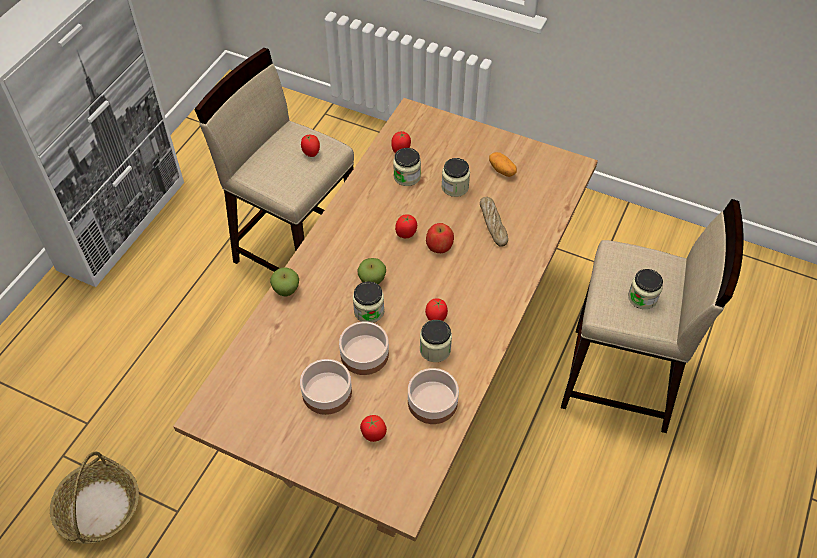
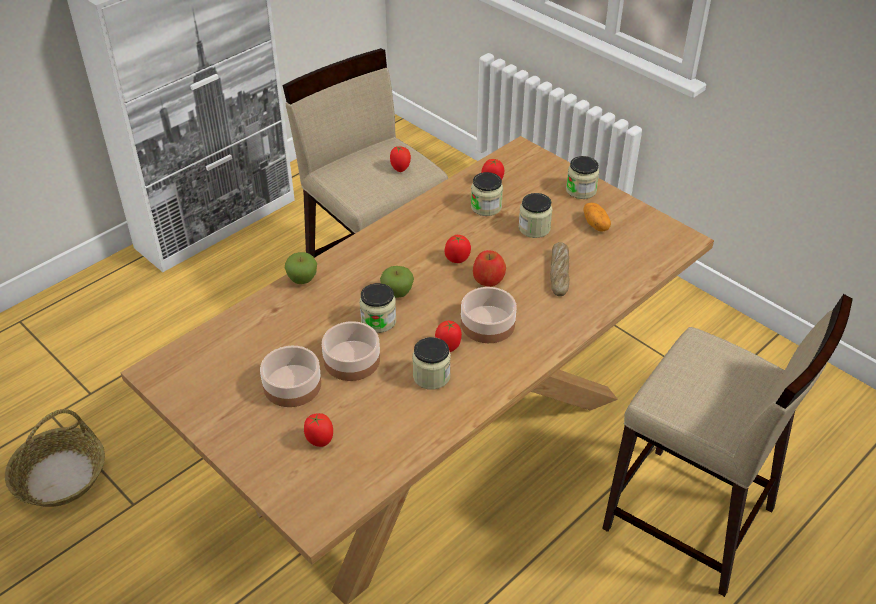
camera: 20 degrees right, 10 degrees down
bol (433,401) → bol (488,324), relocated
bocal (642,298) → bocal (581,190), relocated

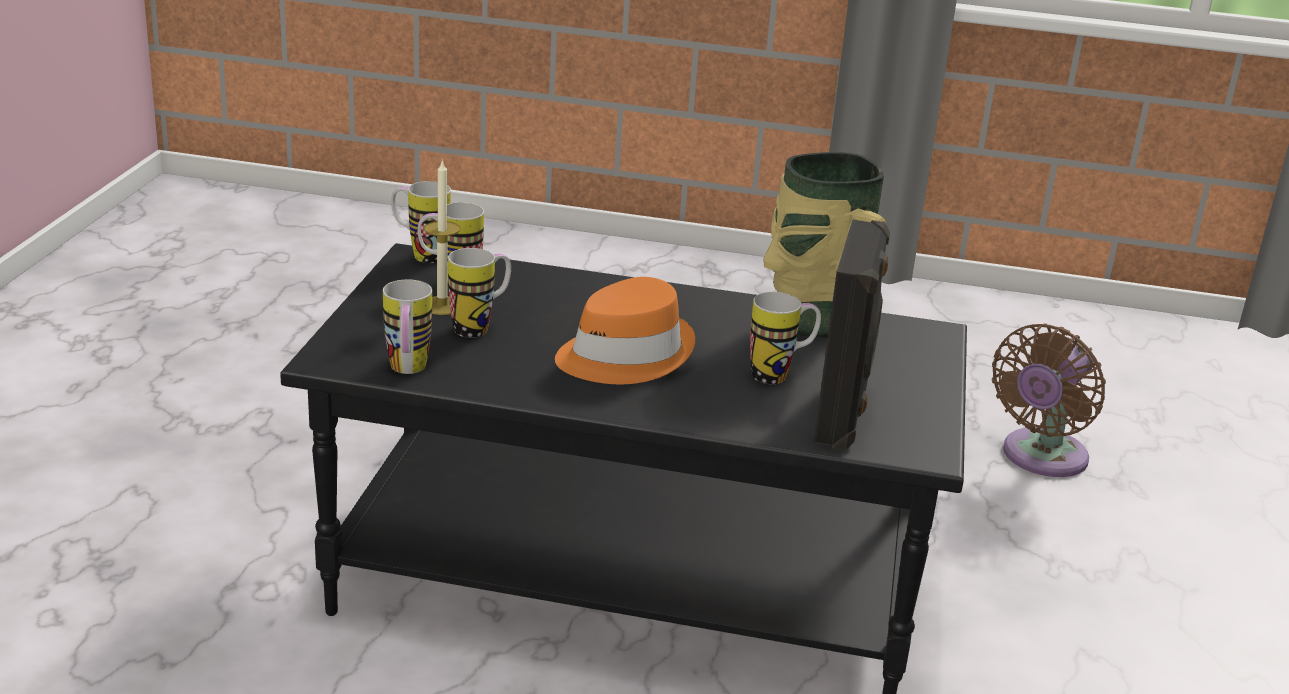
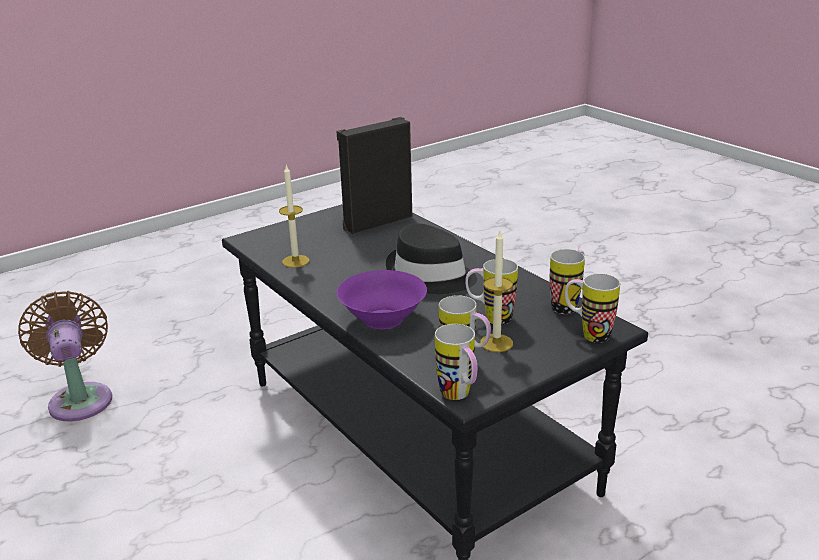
camera: 135 degrees left, 0 degrees up
chapeau (orange) (624,355) → chapeau (noir) (430,276)
mug (780,375) → mug (587,334), relocated
vase (813,322) → bougie (295,261)
ventilateur (marron) (1040,458) → ventilateur (marron) (80,398), 105 degrees counterclockwise
- → bol (violet) (382,319)

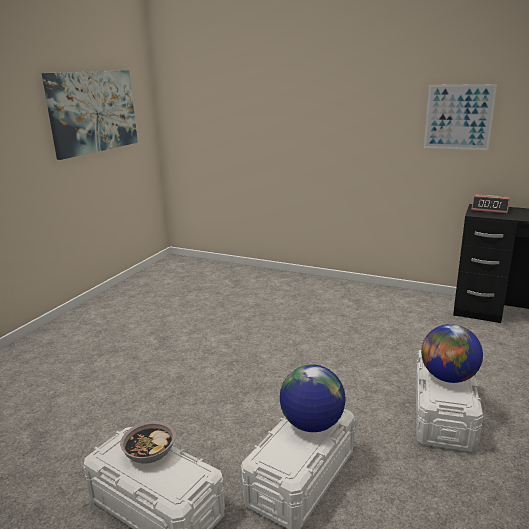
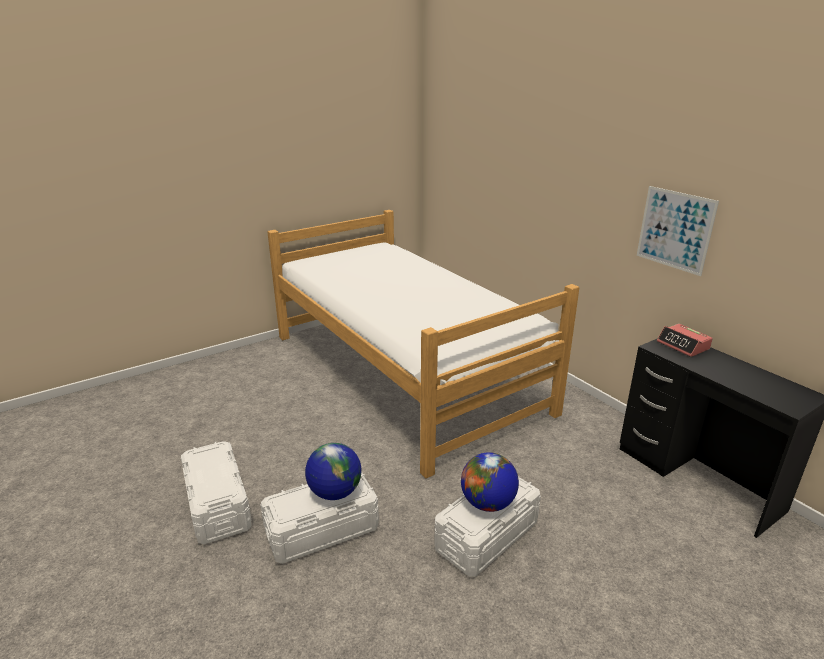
camera: 30 degrees right, 5 degrees up
tableau (93,112) → -
bol (150,453) → -
- → lit (404,371)

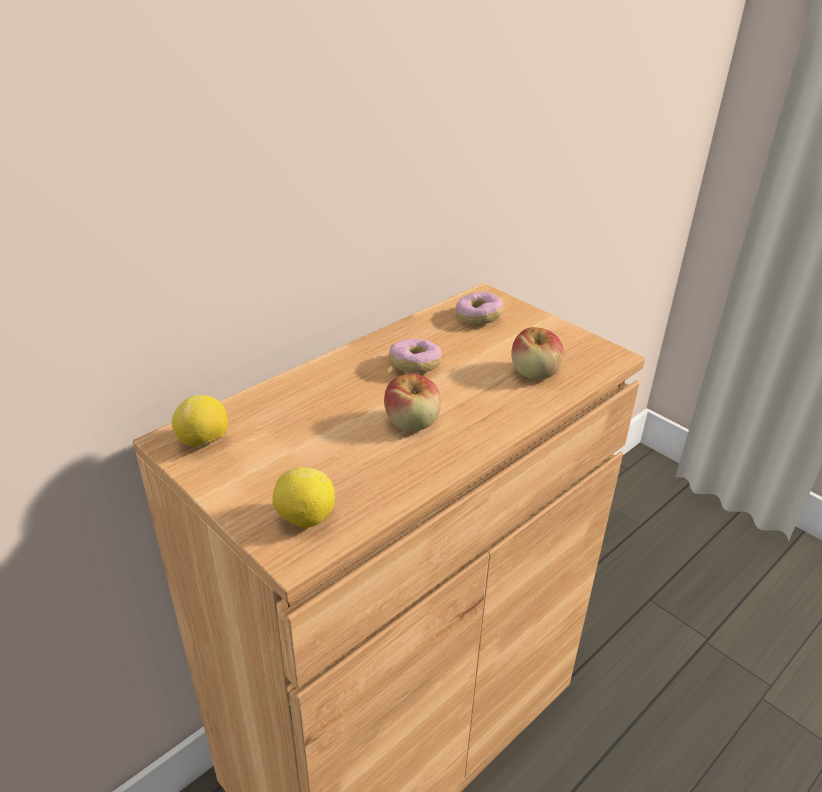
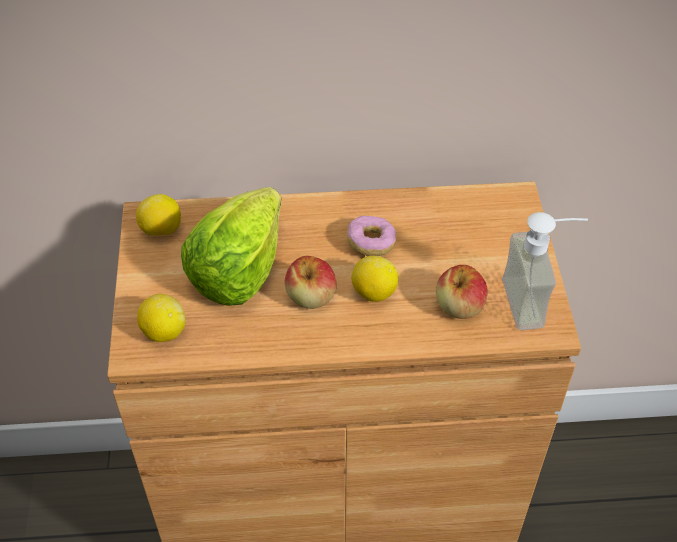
camera: 40 degrees right, 15 degrees up
beignet (478,318) → -
- → laitue (238,270)
- → citron (373,292)
- → distributeur de savon (536,301)

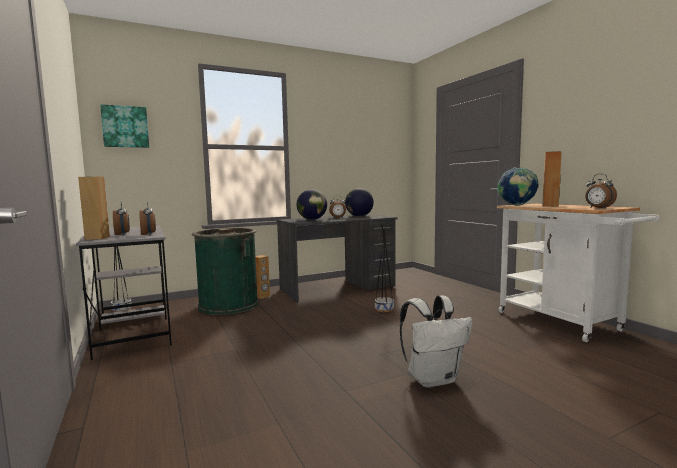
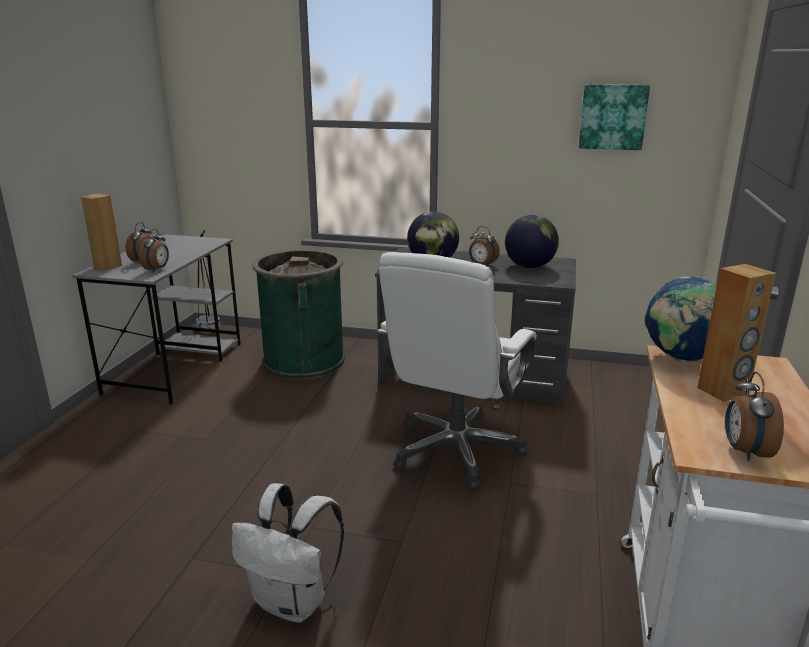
camera: 40 degrees right, 15 degrees up
tableau (125,127) → tableau (613,117), relocated
enceinte (marron) (262,296) → -
cache-pot (noir) (384,310) → chaise de bureau (blanc) (456,450)

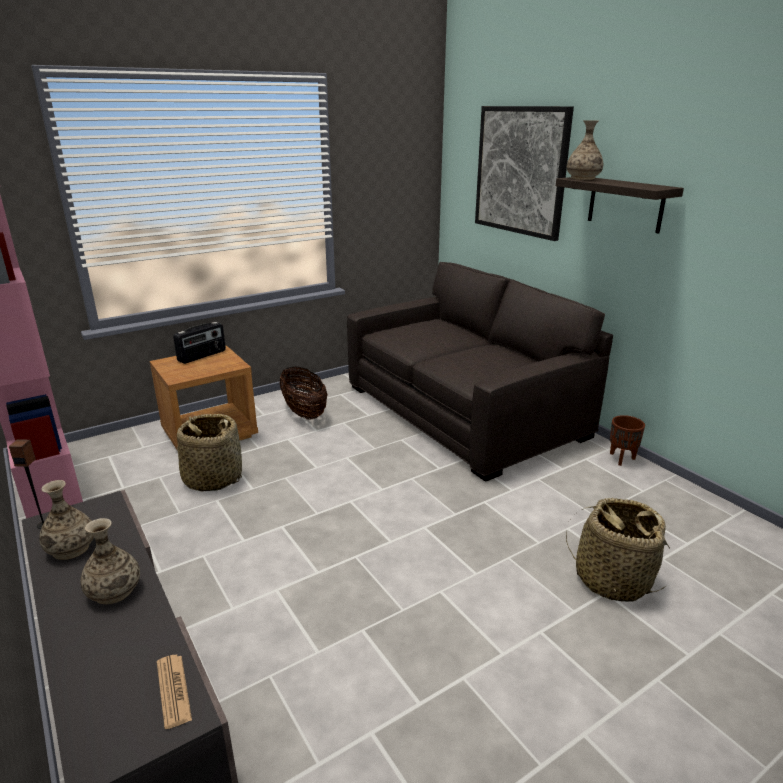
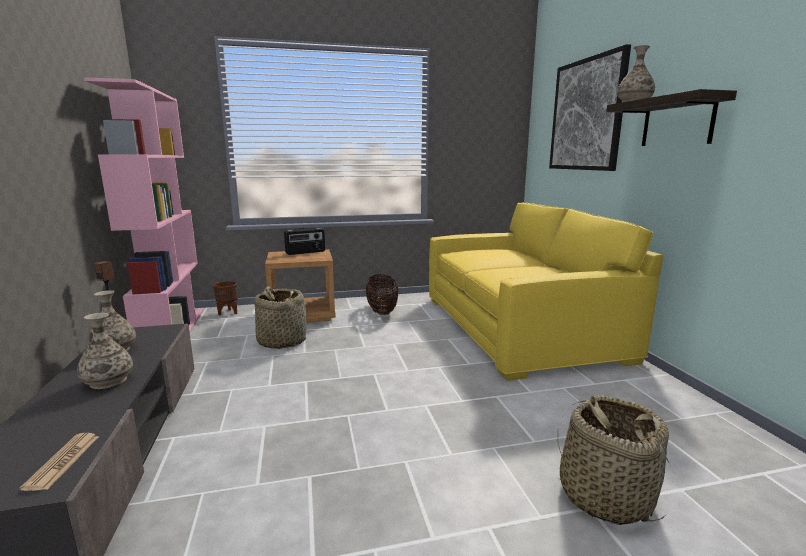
camera: 20 degrees right, 10 degrees down
canapé (gris) (463,410) → canapé (jaune) (518,326)
cache-pot (marron) (622,459) → cache-pot (marron) (228,313), relocated

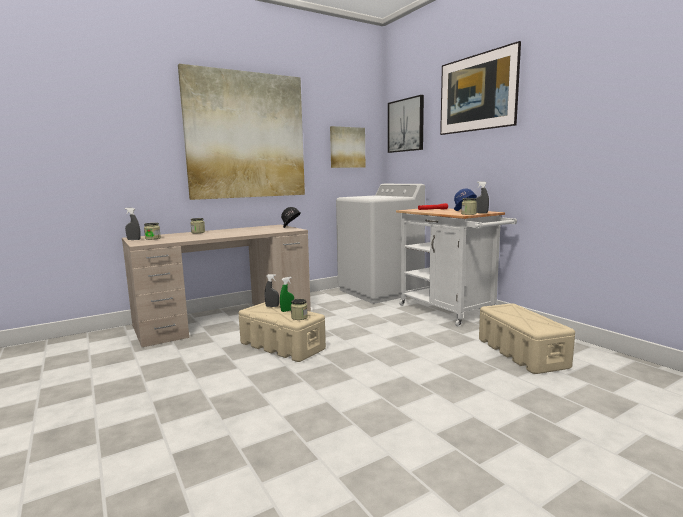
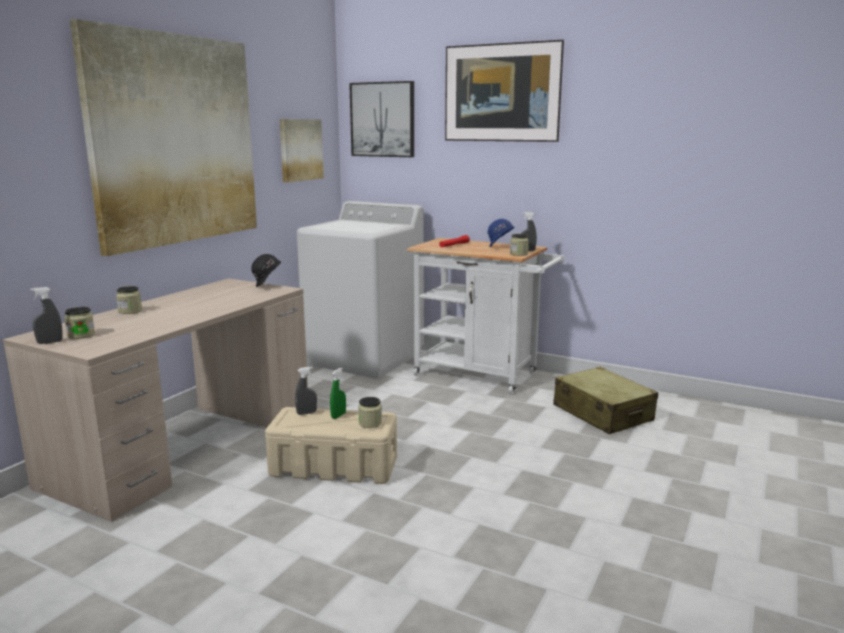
camera: 30 degrees left, 5 degrees up
boîte de rangement (beige) (521,352) → valise (beige) (602,413)

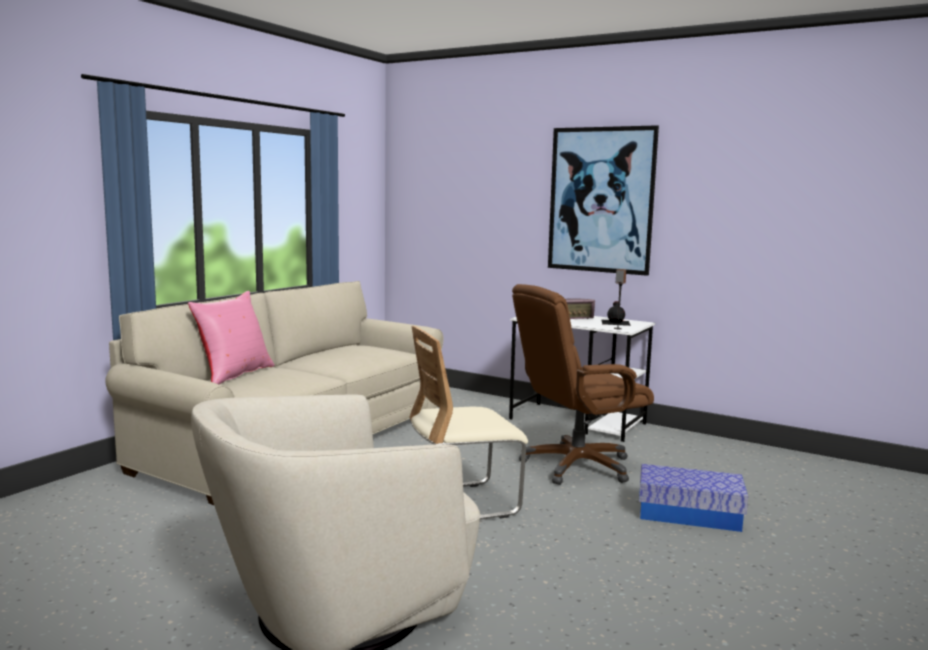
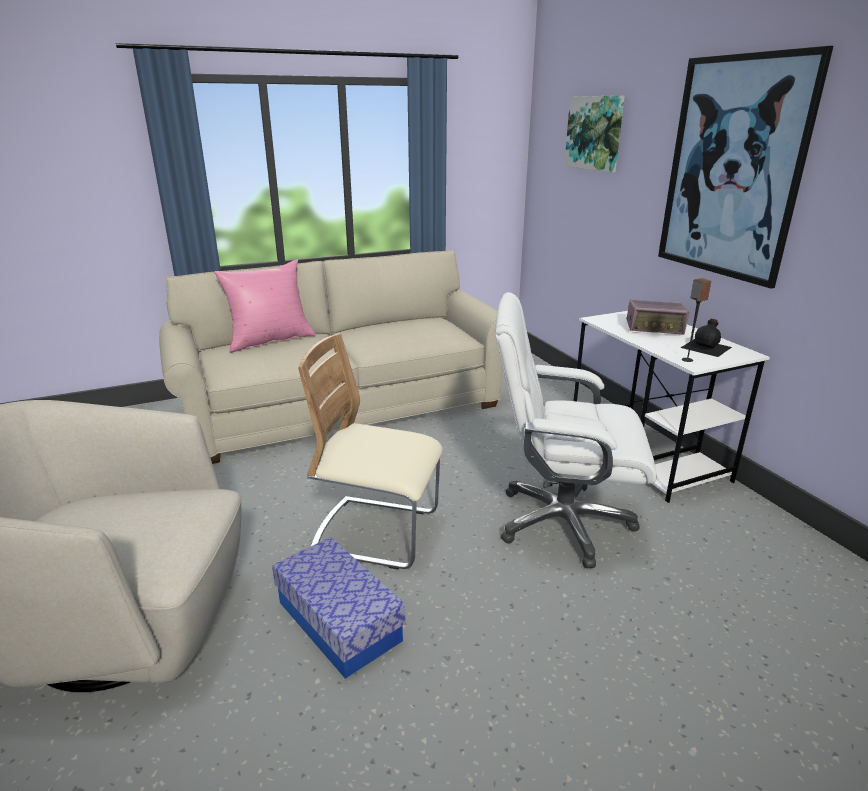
camera: 35 degrees right, 15 degrees up
chaise de bureau (marron) (576,466) → chaise de bureau (blanc) (561,522)
boîte de rangement (689,514) → boîte de rangement (339,621), relocated
- → tableau (595,133)

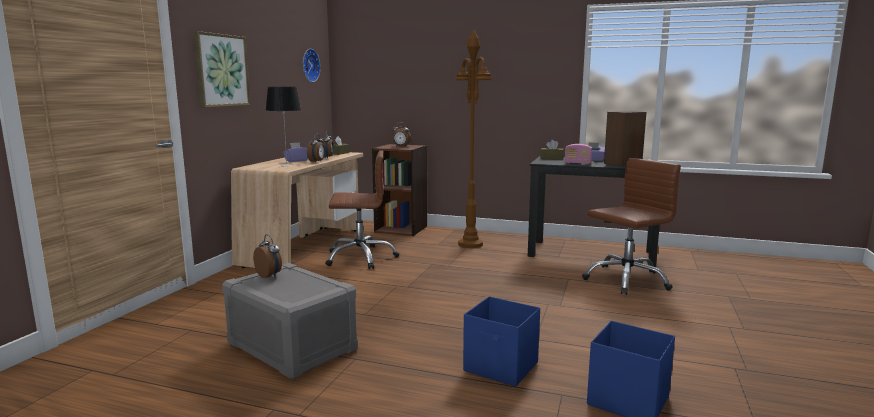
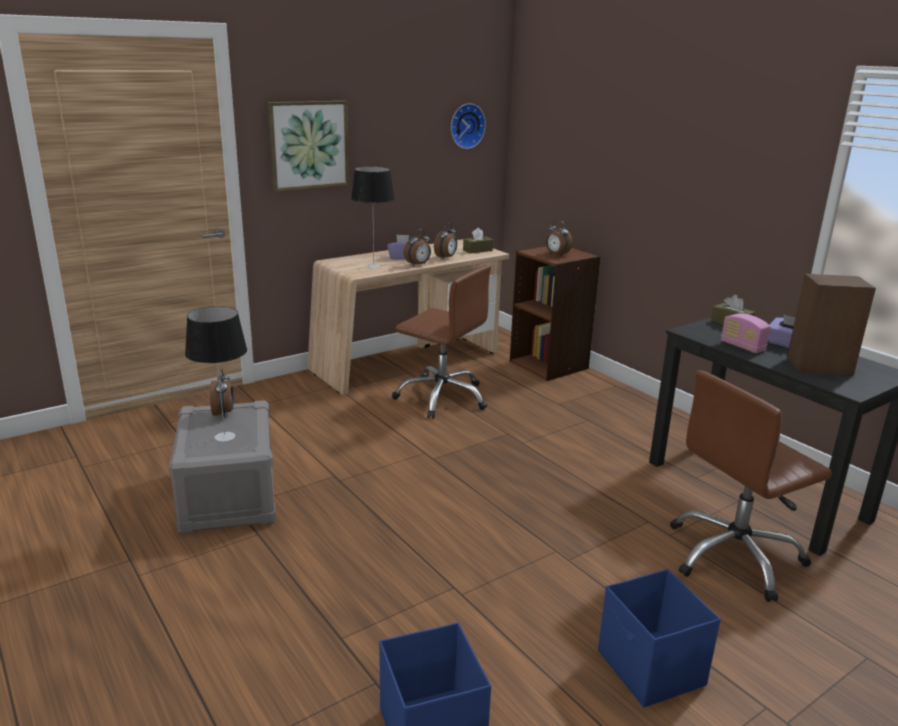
camera: 35 degrees right, 10 degrees up
lampadaire (marron) (470,244) → -
boîte de rangement (bleu) (501,367) → boîte de rangement (bleu) (650,669), relocated
chaise de bureau (marron) (626,280) → chaise de bureau (marron) (734,556), 150 degrees clockwise
- → lampe de table (225,437)

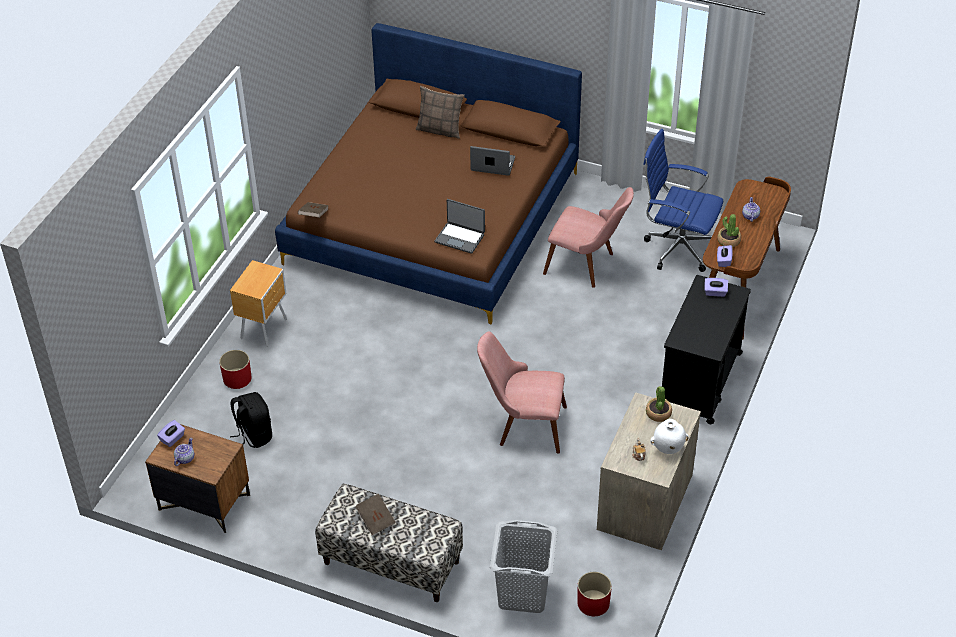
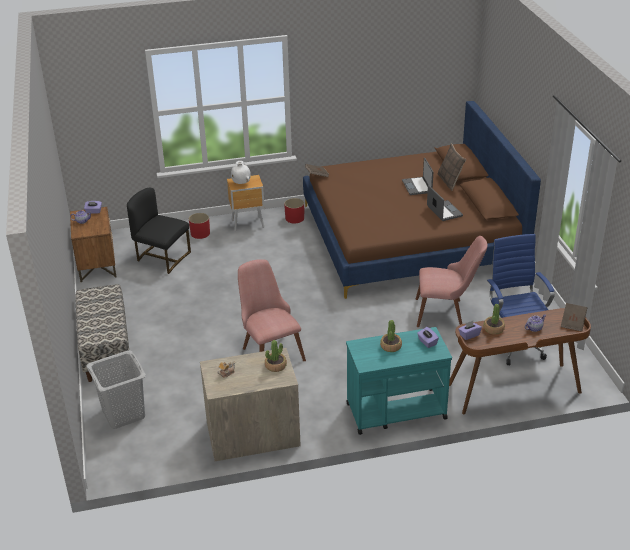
camera: 55 degrees right, 10 degrees down
sac à dos (noir) (253,435) → chaise (noir) (162,258)
livre (marron) (376,520) → livre (marron) (573,322), relocated
ordinateur portable (460,238) → ordinateur portable (417,186), relocated
chaise (rose) (587,265) → chaise (rose) (446,312), 75 degrees counterclockwise
cache-pot (rouge) (593,603) → cache-pot (rouge) (295,218), relocated
vase (blanc) (667,449) → vase (blanc) (241,183), relocated
chariot (noir) (700,381) → chariot (turquoise) (395,411)
- → plante en pot (391,346)

